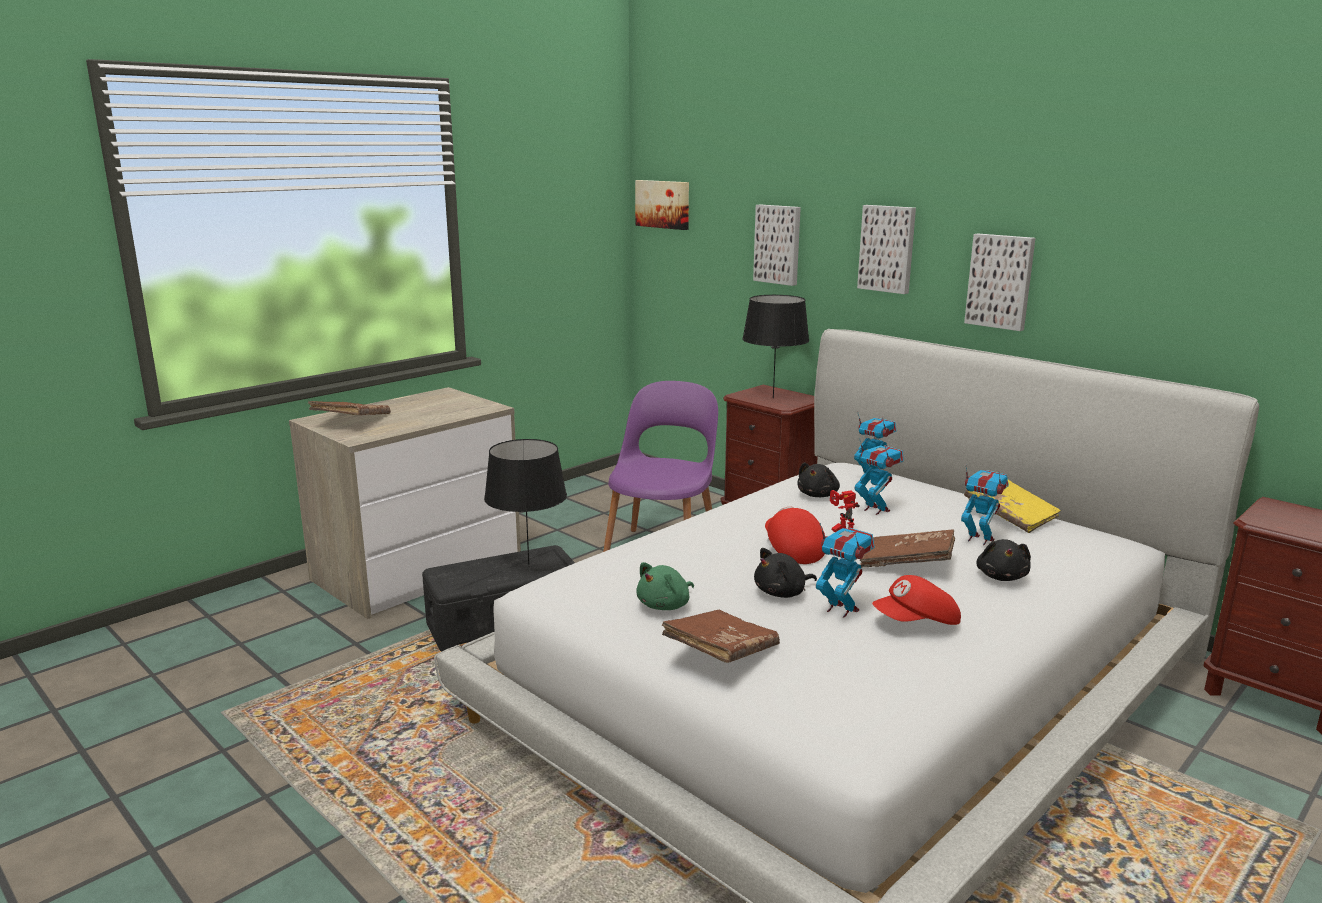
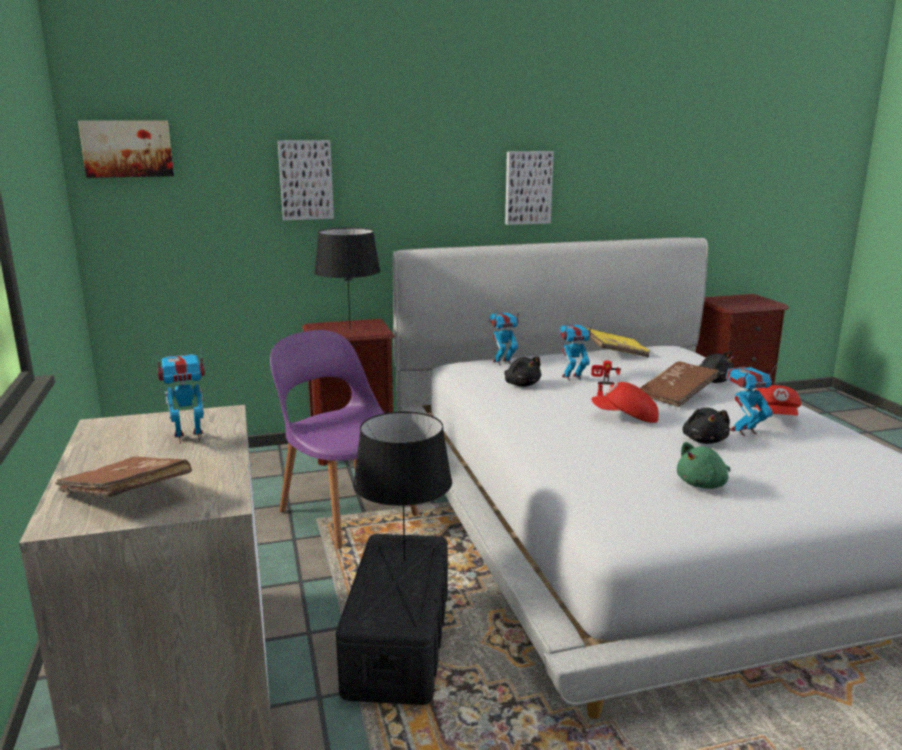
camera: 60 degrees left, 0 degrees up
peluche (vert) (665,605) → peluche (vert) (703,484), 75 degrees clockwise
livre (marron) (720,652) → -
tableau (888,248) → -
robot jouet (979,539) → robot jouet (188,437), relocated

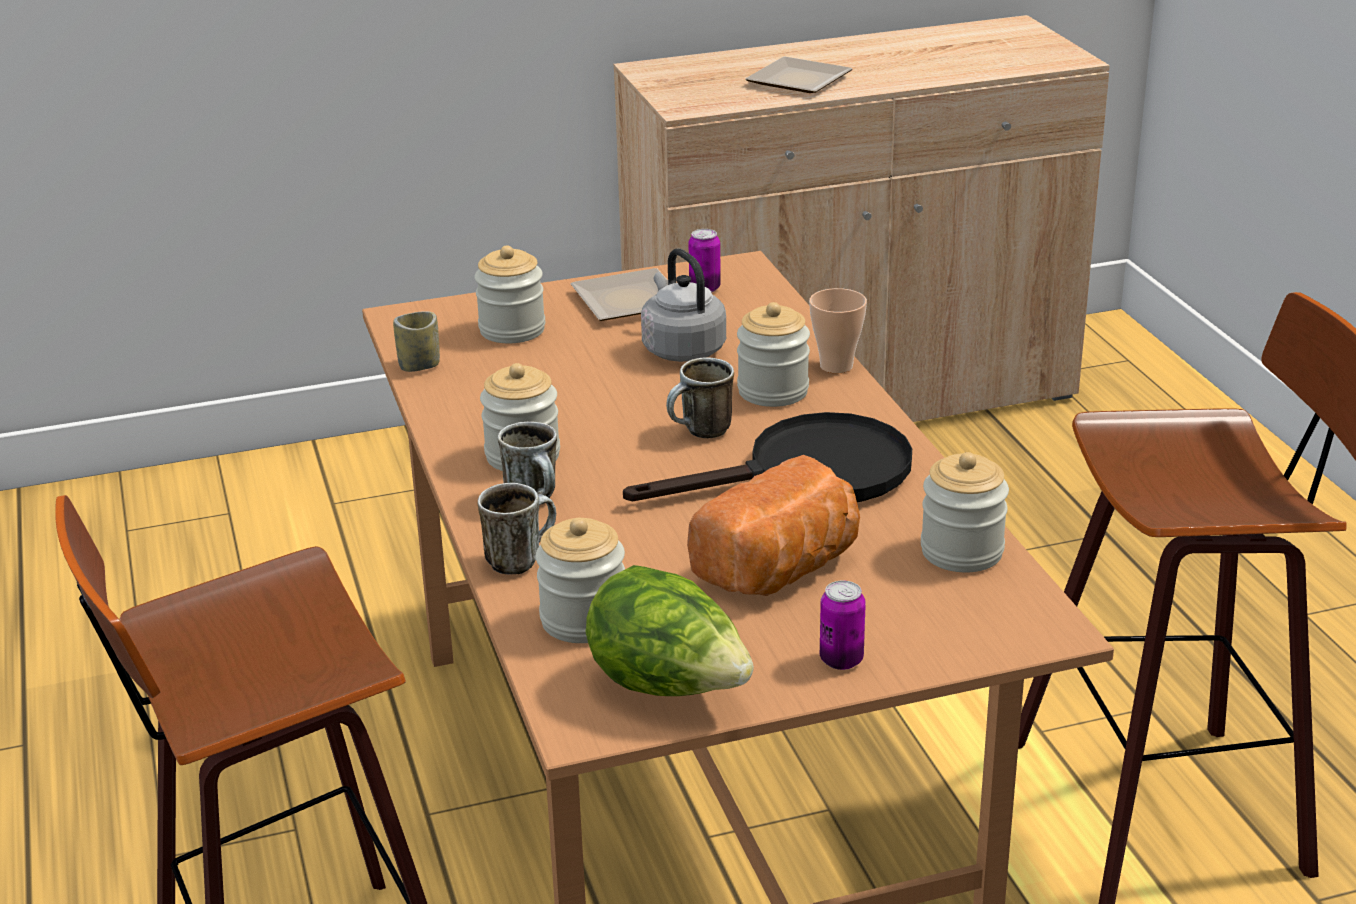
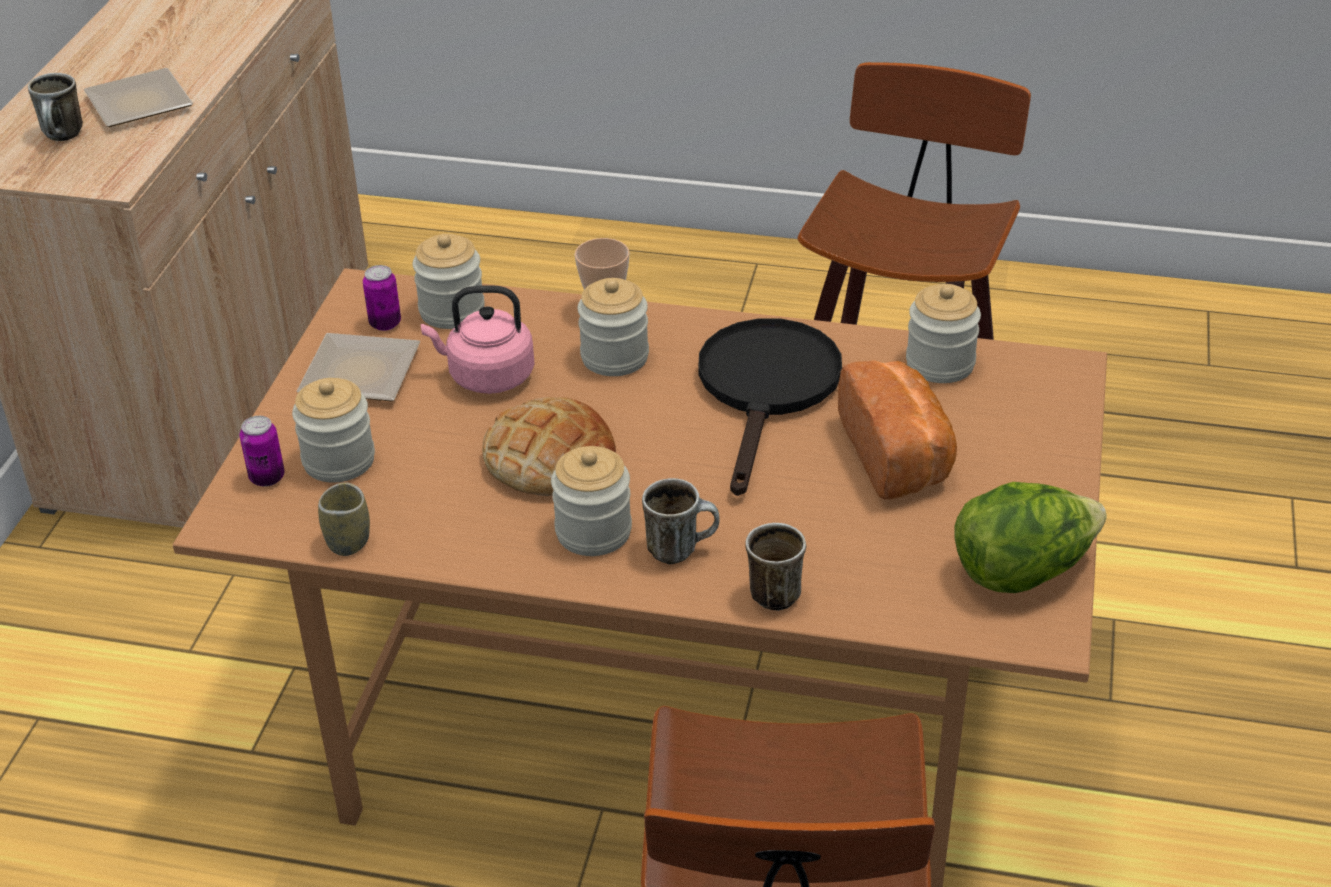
camera: 60 degrees left, 10 degrees up
bocal (583,620) → bocal (452,311), relocated
bouilloire (gris) (681,348) → bouilloire (rose) (486,376)
mug (701,433) → mug (64,137), relocated
boîte métallique (841,660) → boîte métallique (267,478), relocated
- → pain (550,458)

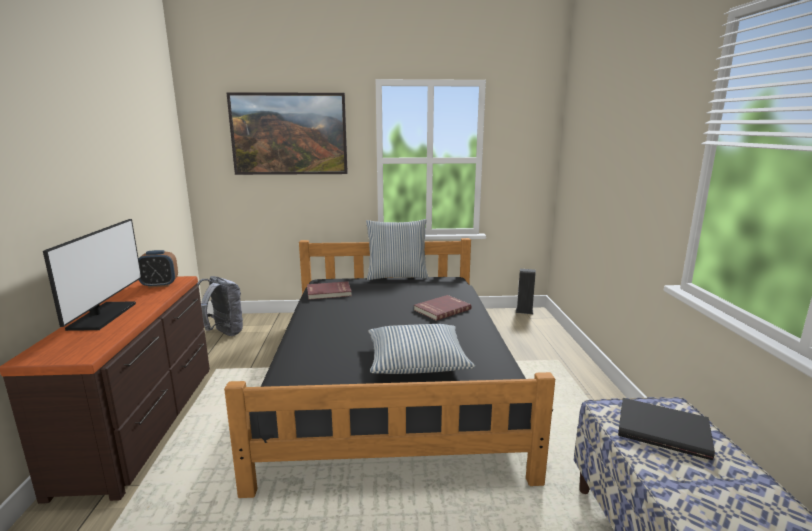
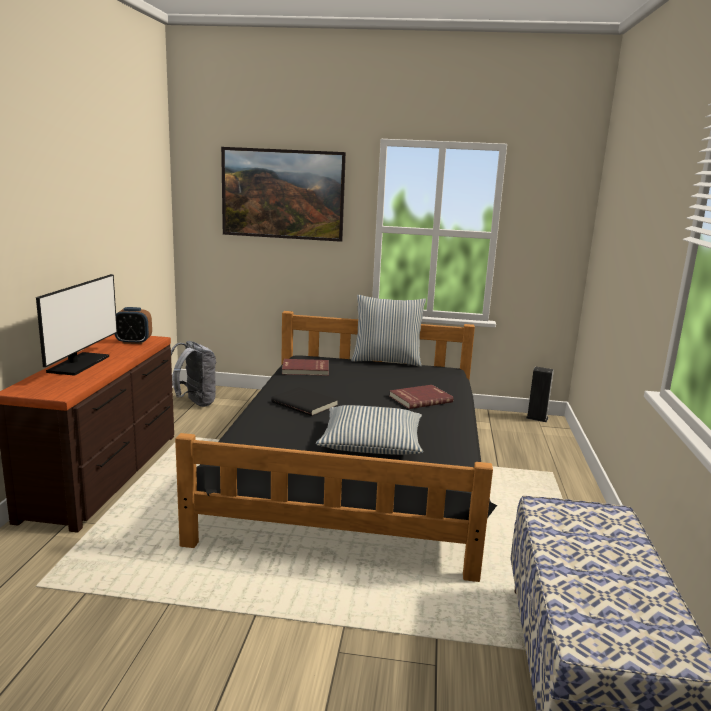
camera: 10 degrees right, 0 degrees up
livre (noir) (663,429) → livre (noir) (305,403), relocated

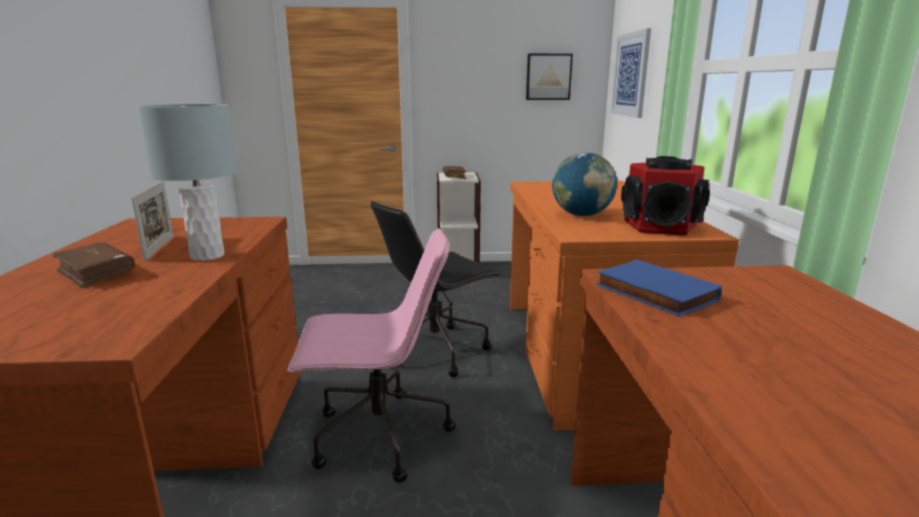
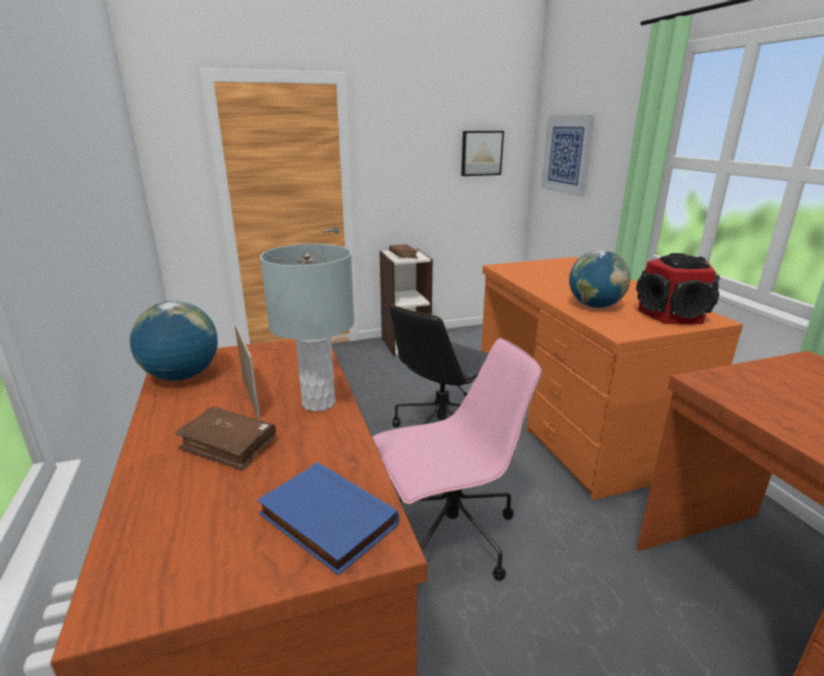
camera: 15 degrees left, 5 degrees up
livre (bleu) (653,293) → livre (bleu) (324,521), relocated
- → globe (182,376)

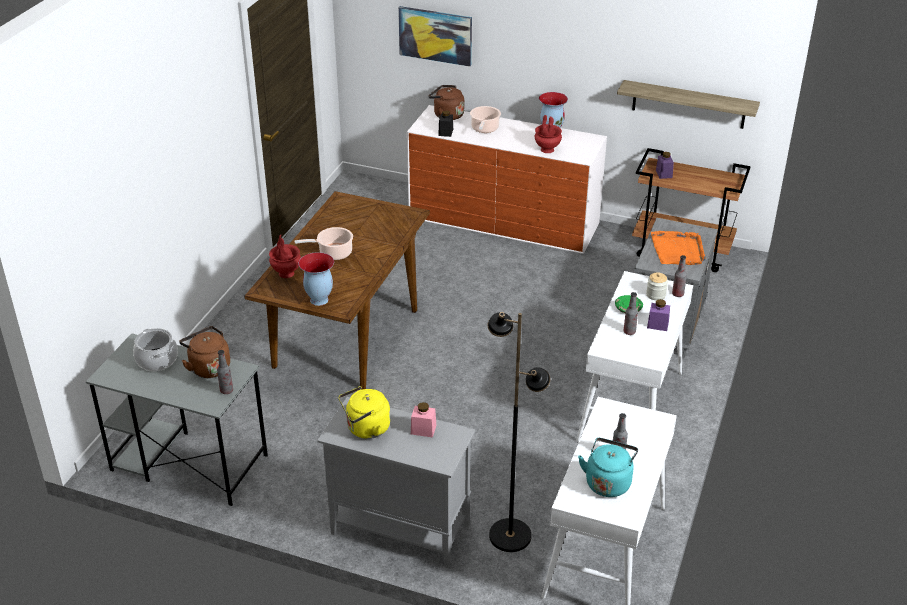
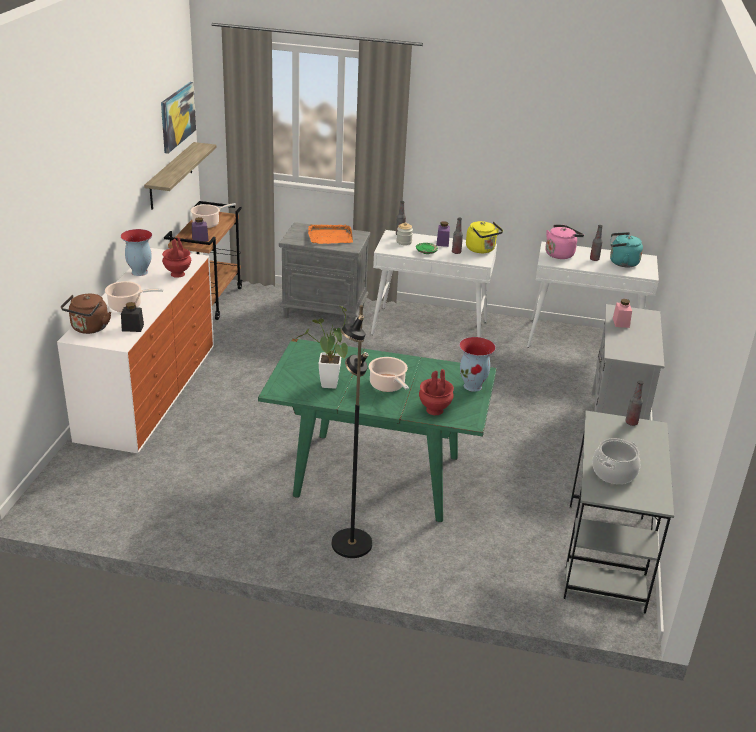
camera: 100 degrees left, 5 degrees down
bouilloire (marron) (208,367) → -
table à manger (marron) (347,337) → table à manger (vert) (376,476)
bouilloire (jaune) (366,429) → bouilloire (jaune) (482,250), relocated
tableau (435,35) → tableau (177,116), relocated
lampadaire (noir) (510,535) → lampadaire (noir) (350,544), relocated
- → marmite (208,224)
- → plante en pot (328,387)
- → bouilloire (rose) (560,254)

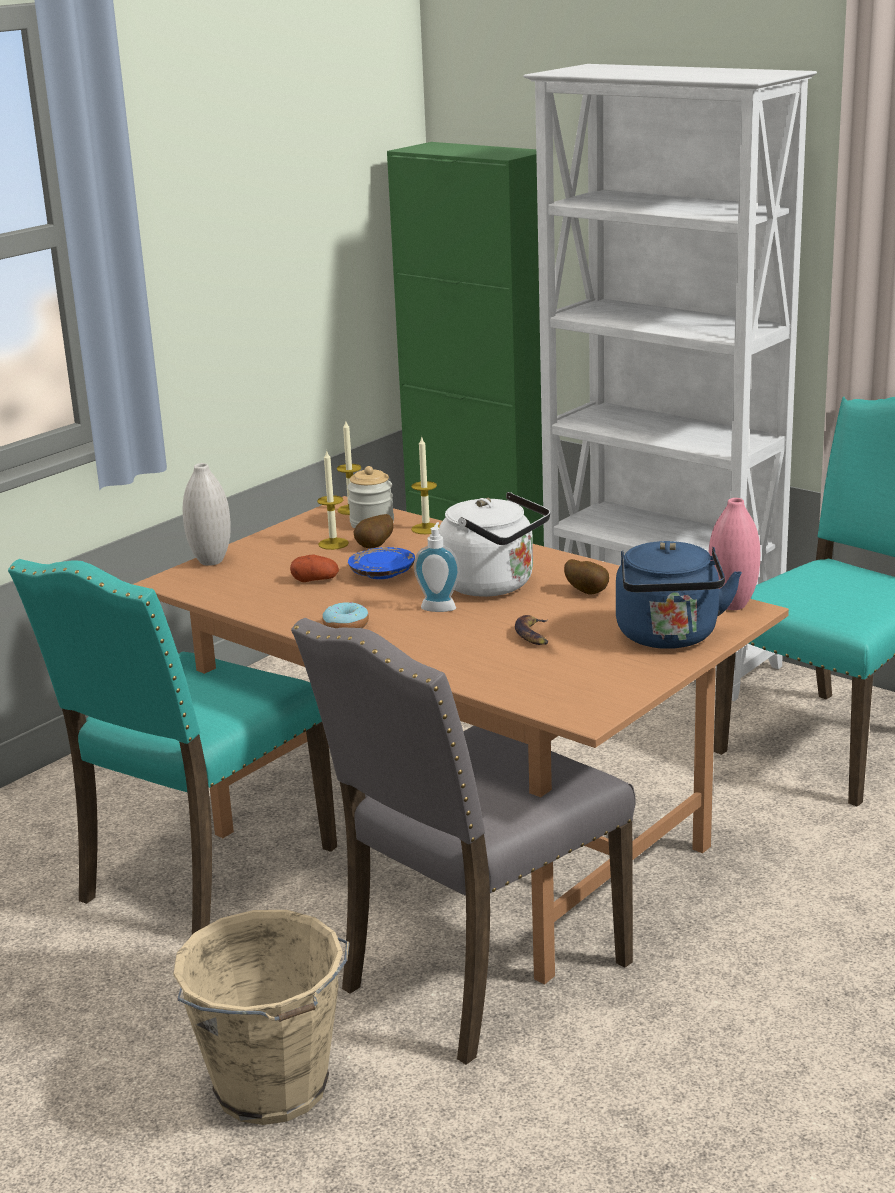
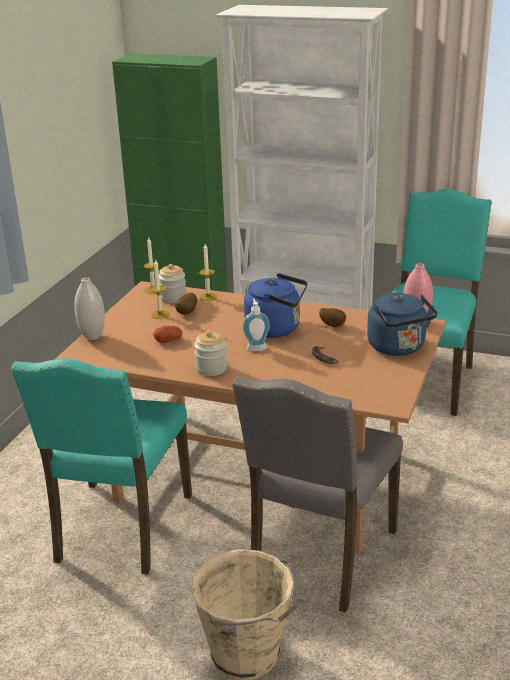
camera: 20 degrees left, 5 degrees up
beignet (346,626) → bocal (211,368)
assiette (bleu) (382,574) → -
bouilloire (blanc) (494,585) → bouilloire (bleu) (276,329)

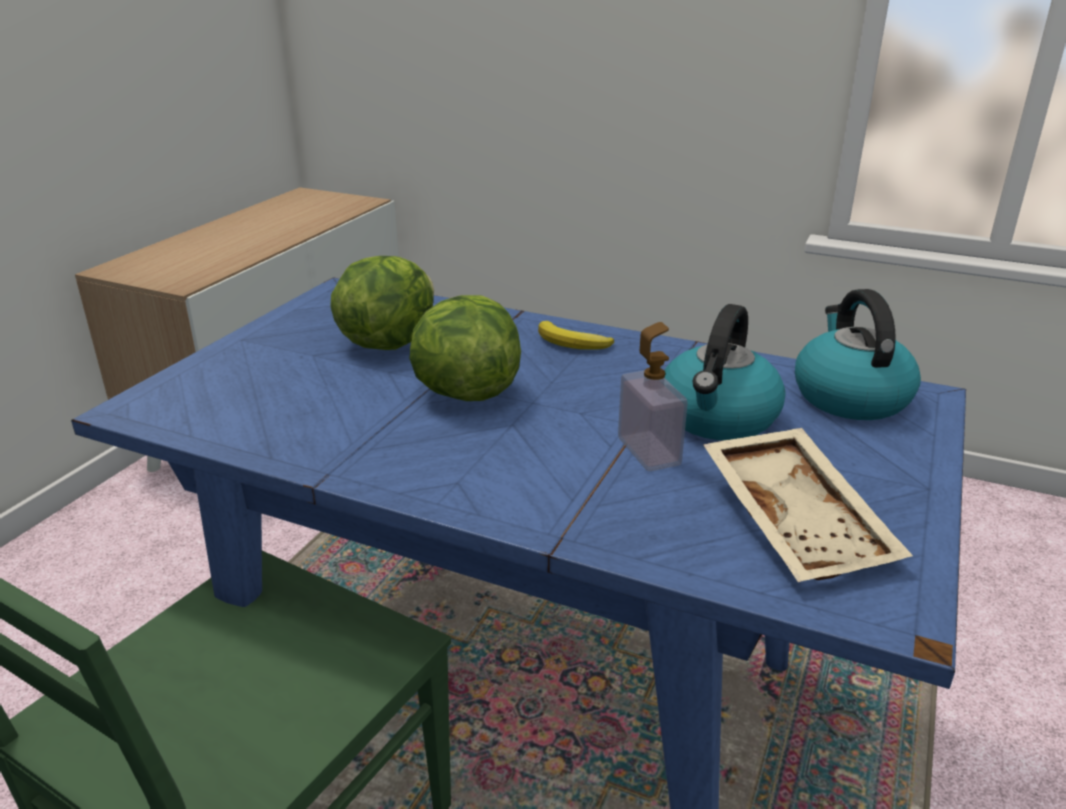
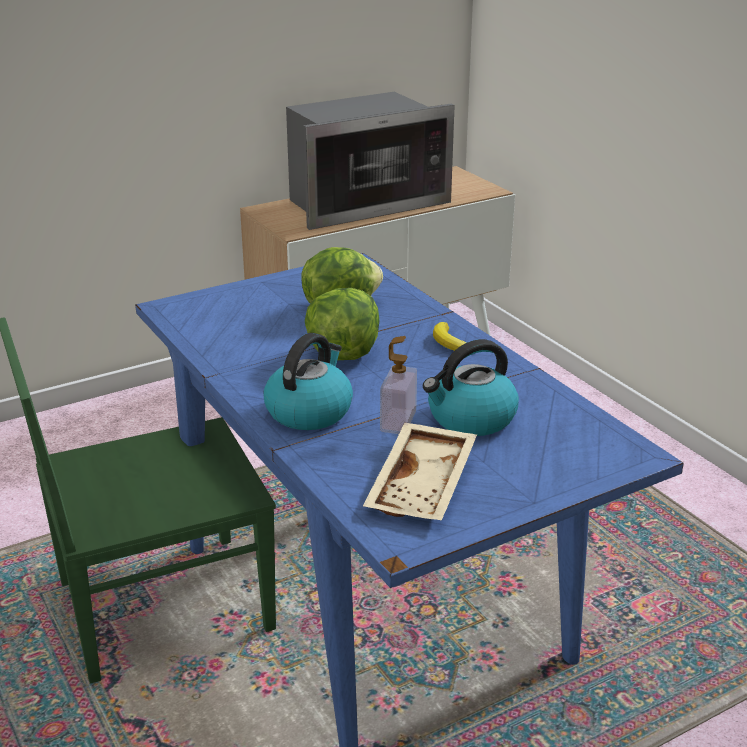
camera: 35 degrees right, 0 degrees up
bouilloire (849,396) → bouilloire (309,411), relocated
- → micro-ondes (362,203)

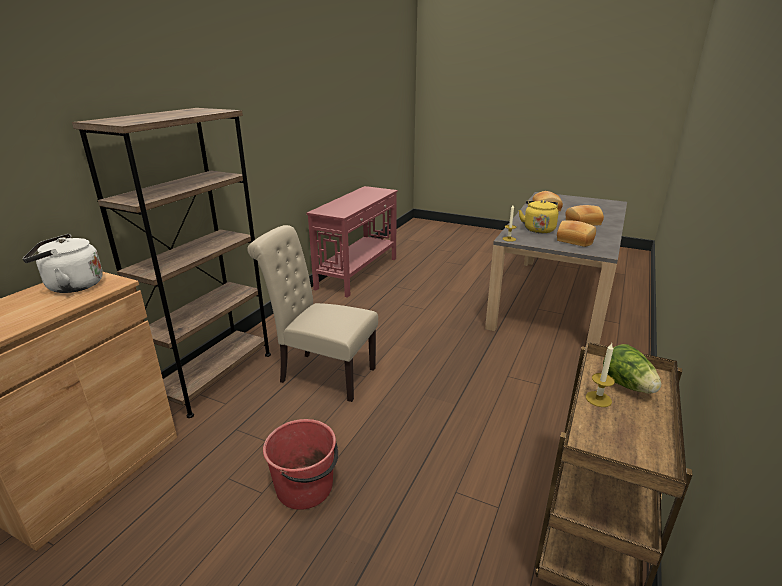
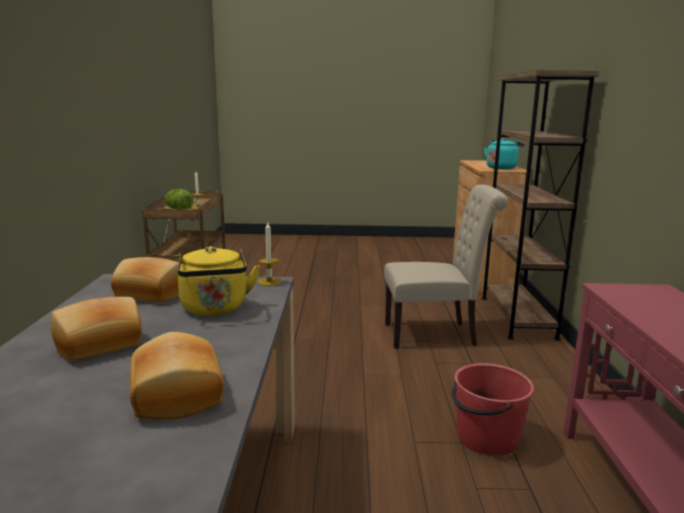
camera: 155 degrees right, 10 degrees down
bouilloire (blanc) (71,286) → bouilloire (turquoise) (502,168)
seau (rouge) (305,487) → seau (rouge) (486,438), relocated

